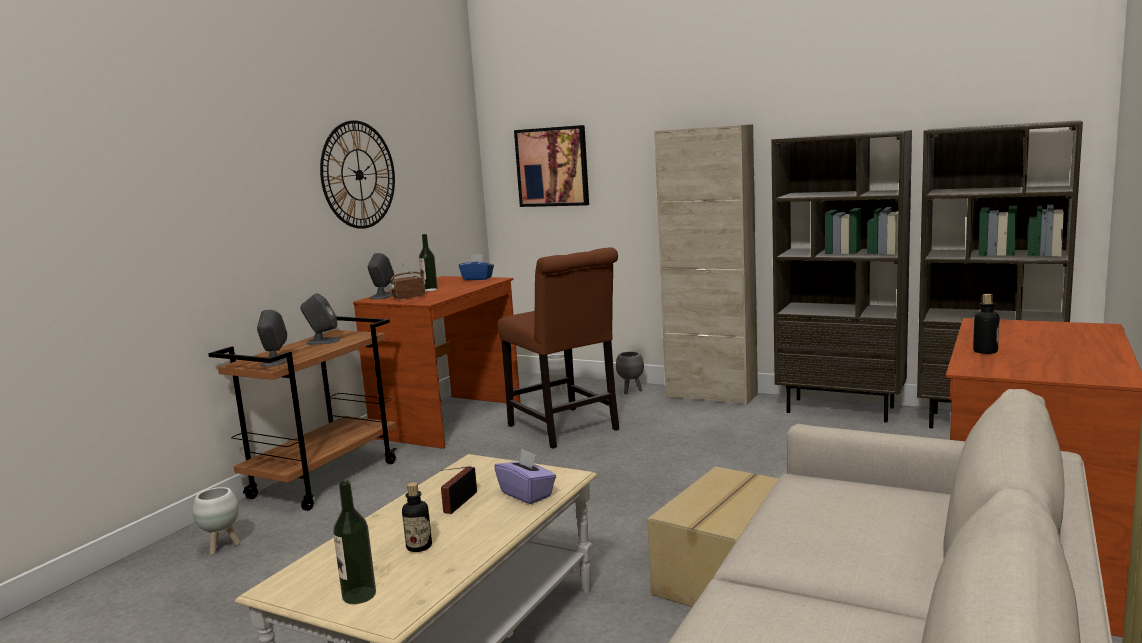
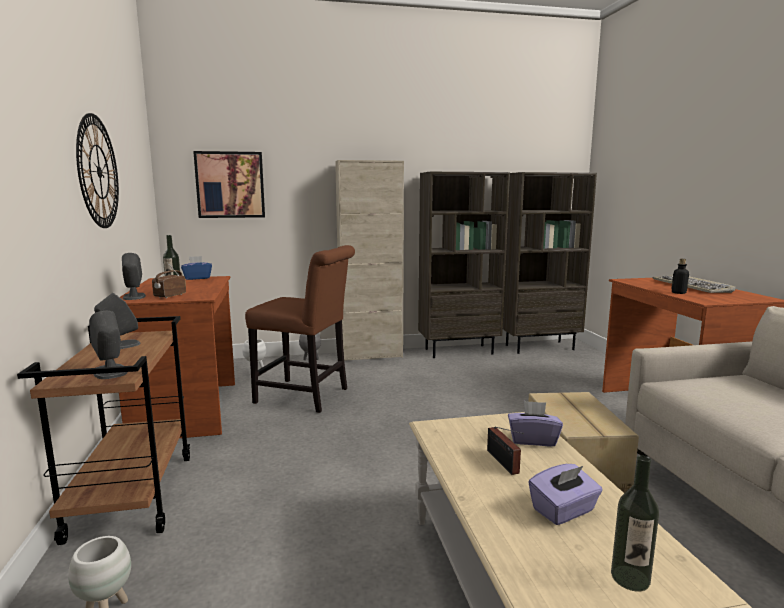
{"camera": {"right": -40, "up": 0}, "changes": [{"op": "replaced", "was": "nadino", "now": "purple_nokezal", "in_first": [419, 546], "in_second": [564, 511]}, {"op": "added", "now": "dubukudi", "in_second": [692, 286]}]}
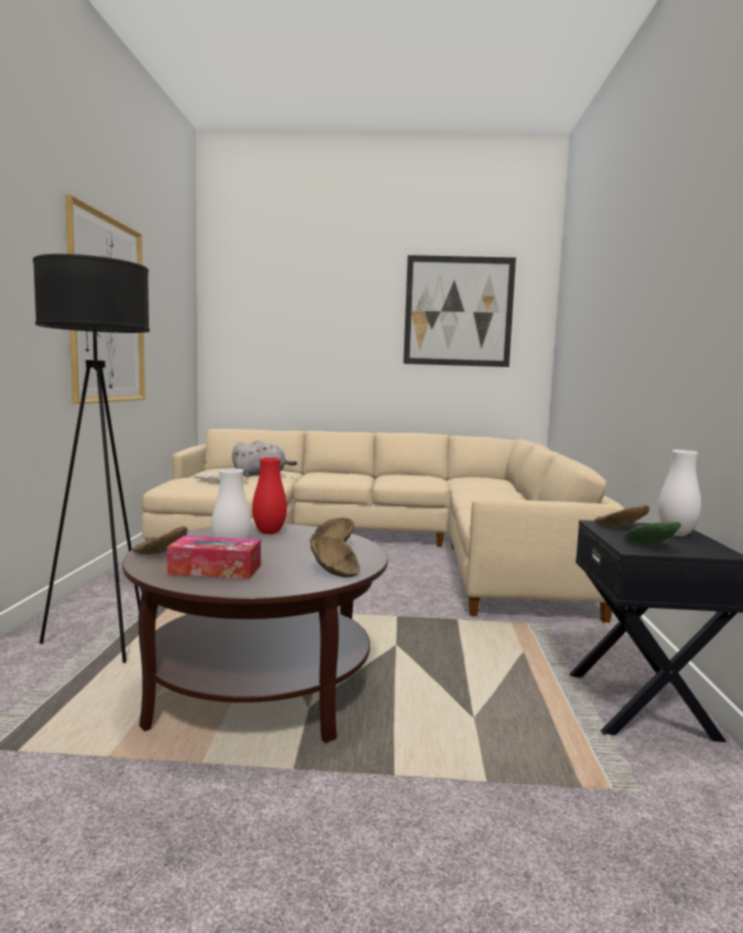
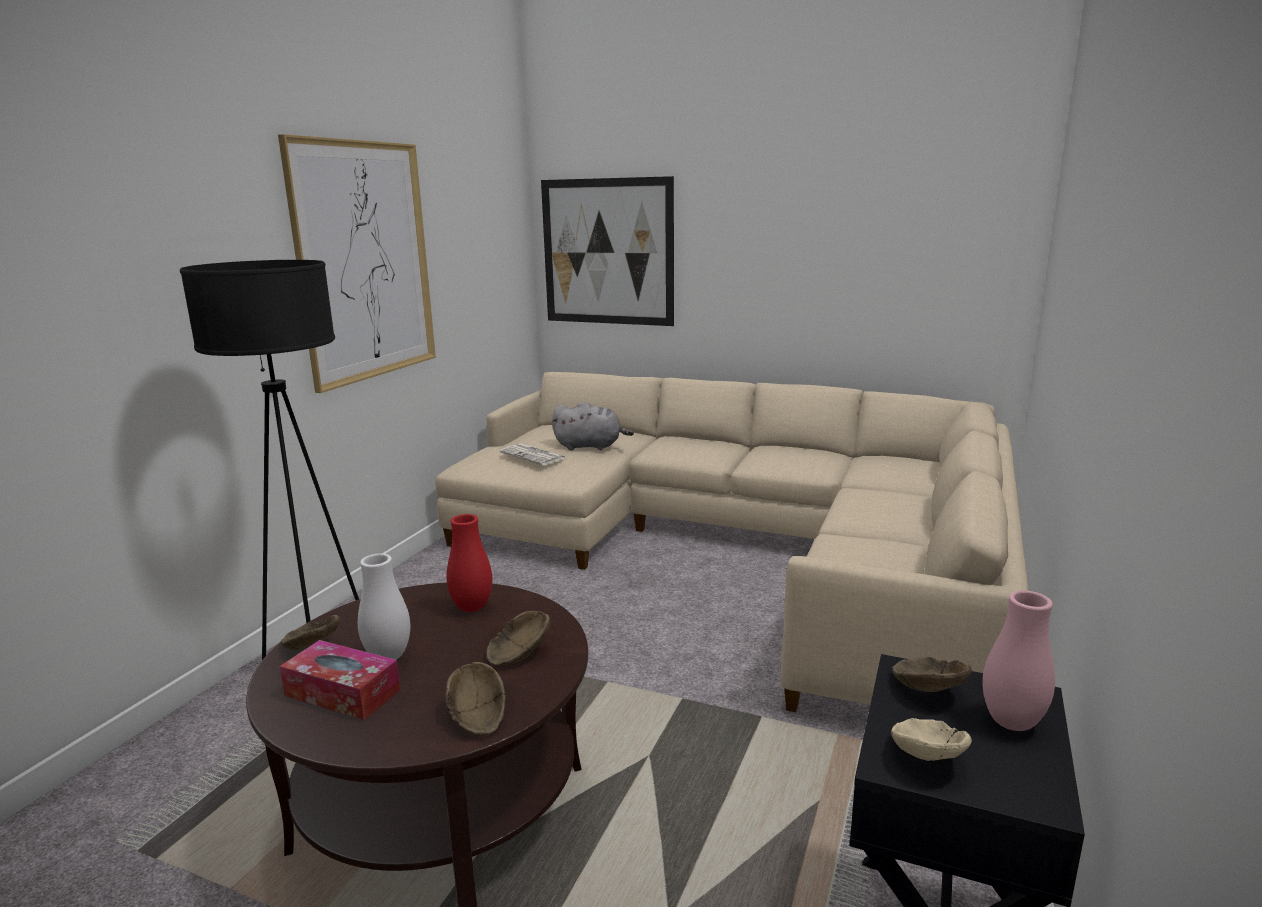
{"camera": {"right": 20, "up": 10}, "changes": [{"op": "moved", "was": "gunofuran", "in_first": [458, 311], "in_second": [607, 252]}, {"op": "recoloured", "was": "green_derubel", "now": "beige_derubel", "in_first": [648, 545], "in_second": [926, 755]}, {"op": "recoloured", "was": "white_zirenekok", "now": "pink_zirenekok", "in_first": [676, 534], "in_second": [1011, 722]}]}
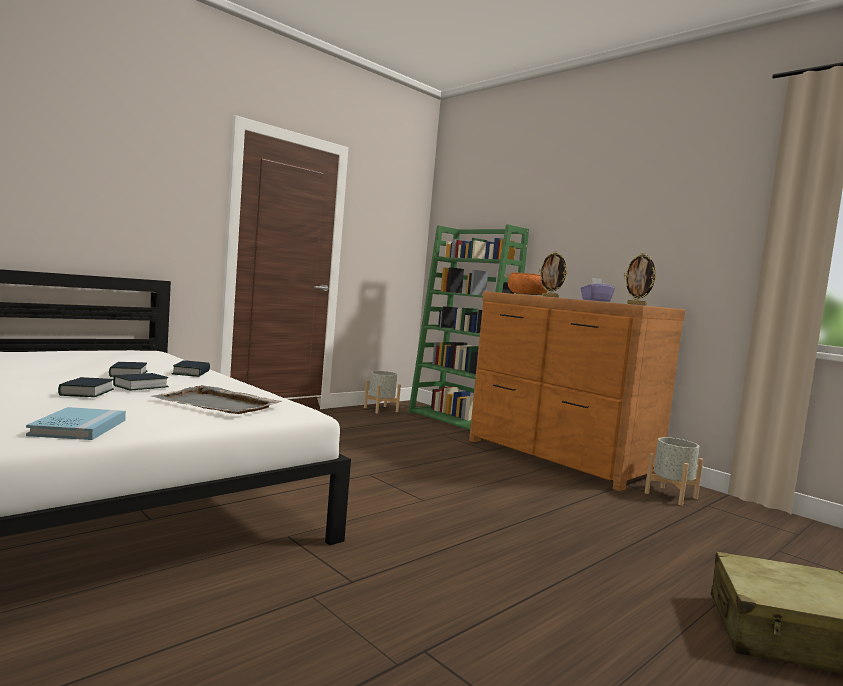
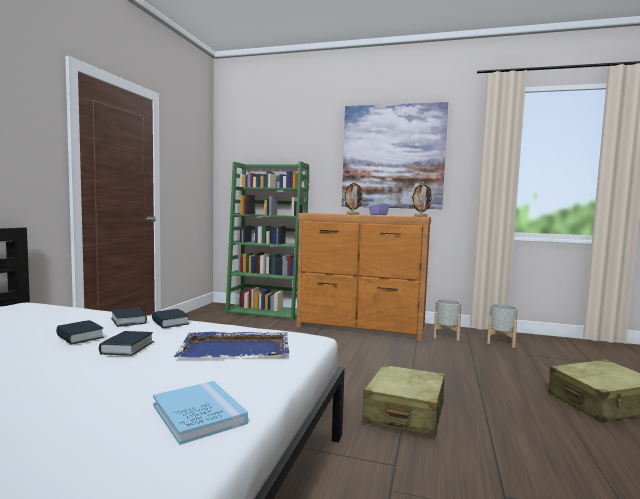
{"camera": {"right": -30, "up": 0}, "changes": [{"op": "moved", "was": "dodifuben", "in_first": [86, 392], "in_second": [170, 322]}, {"op": "recoloured", "was": "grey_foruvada", "now": "blue_foruvada", "in_first": [218, 404], "in_second": [236, 348]}, {"op": "moved", "was": "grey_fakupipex", "in_first": [381, 409], "in_second": [501, 342]}, {"op": "removed", "was": "orange_derubel", "in_first": [527, 294]}, {"op": "added", "now": "gunofuran", "in_second": [392, 157]}, {"op": "added", "now": "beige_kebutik", "in_second": [404, 414]}]}
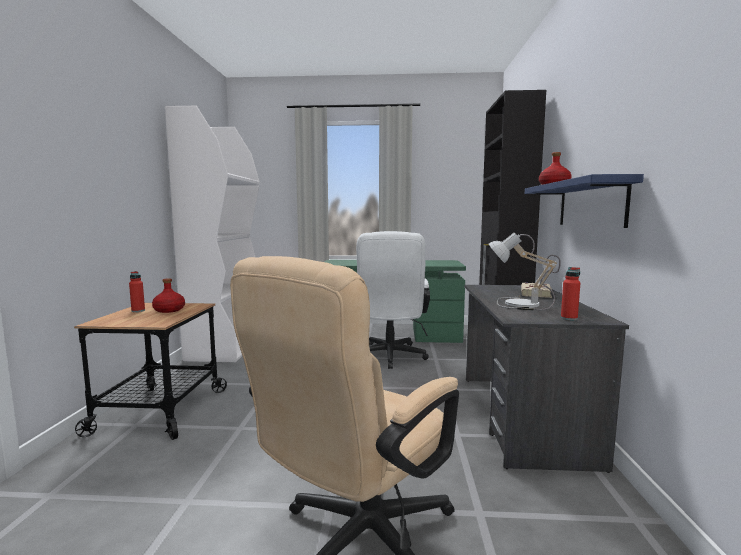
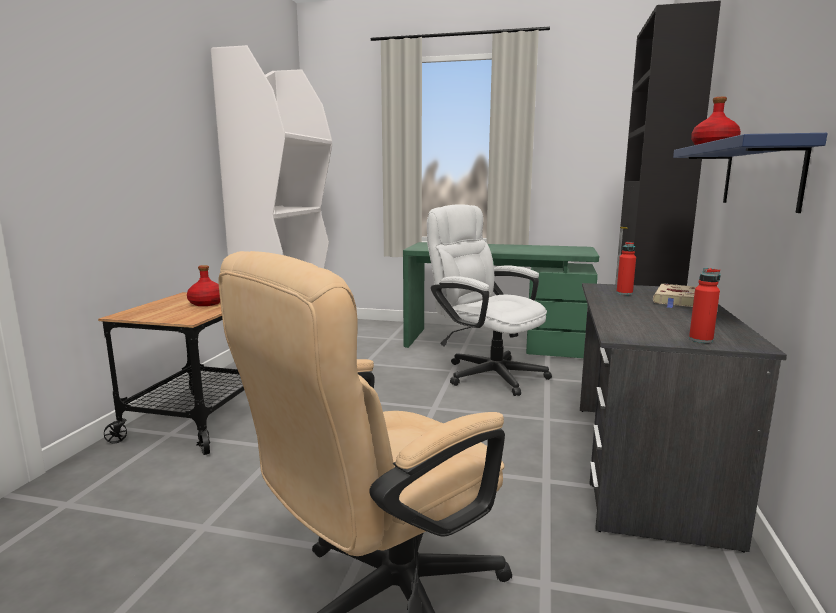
{"camera": {"right": 10, "up": 5}, "changes": [{"op": "moved", "was": "red_nadino", "in_first": [138, 311], "in_second": [624, 293]}, {"op": "turned", "was": "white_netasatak", "in_first": [389, 357], "in_second": [486, 373], "clockwise": 120}, {"op": "removed", "was": "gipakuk", "in_first": [519, 304]}]}
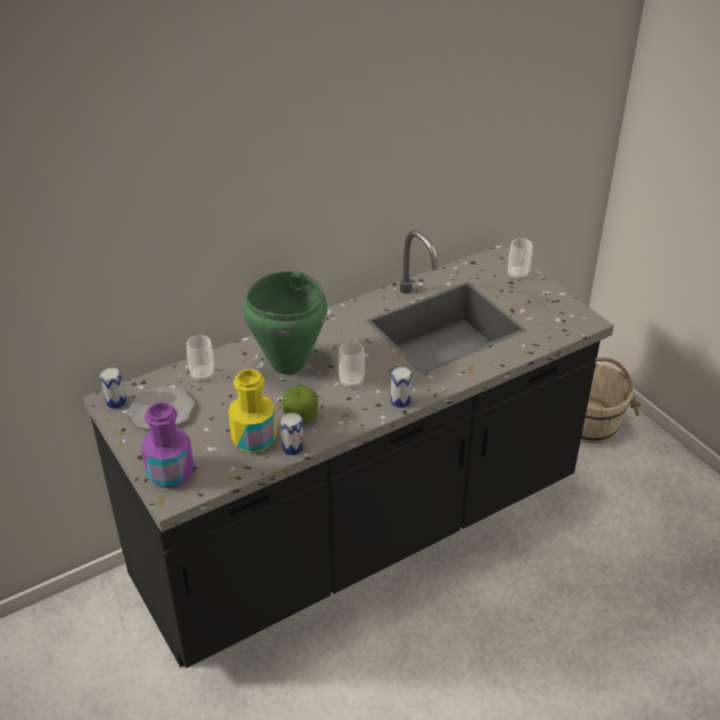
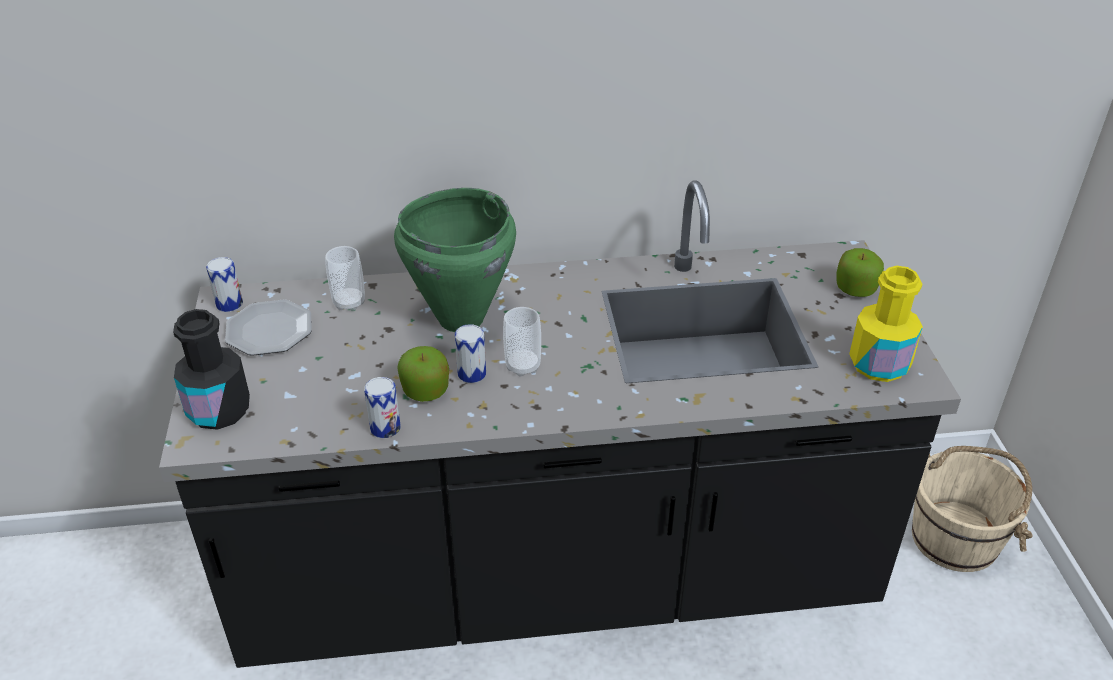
{"camera": {"right": 25, "up": 0}, "changes": [{"op": "recoloured", "was": "purple_nadino", "now": "black_nadino", "in_first": [170, 473], "in_second": [219, 410]}, {"op": "moved", "was": "yellow_nadino", "in_first": [254, 439], "in_second": [879, 364]}, {"op": "moved", "was": "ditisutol", "in_first": [400, 401], "in_second": [472, 374]}, {"op": "replaced", "was": "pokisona", "now": "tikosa", "in_first": [518, 275], "in_second": [856, 288]}]}
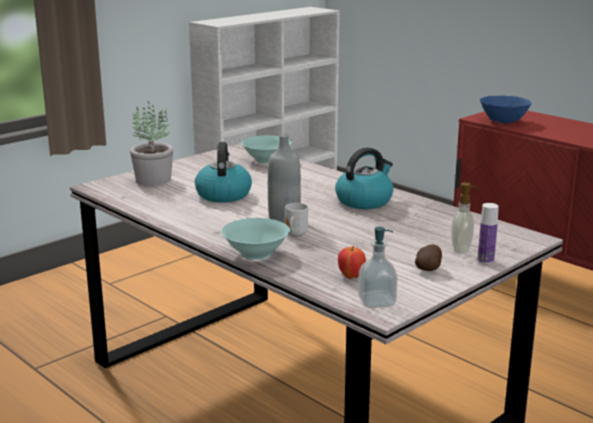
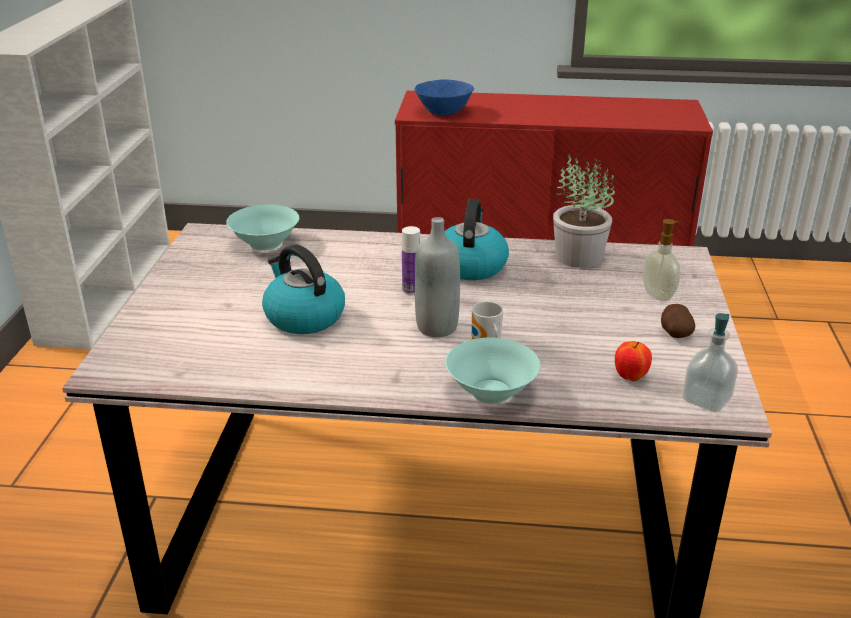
{"camera": {"right": -40, "up": 10}, "changes": [{"op": "moved", "was": "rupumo", "in_first": [152, 179], "in_second": [577, 256]}, {"op": "moved", "was": "nadino", "in_first": [485, 260], "in_second": [411, 290]}]}
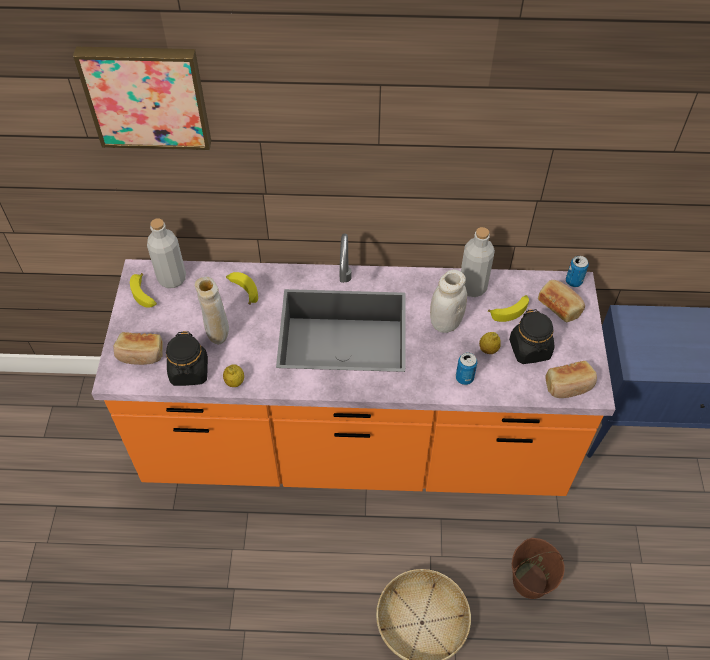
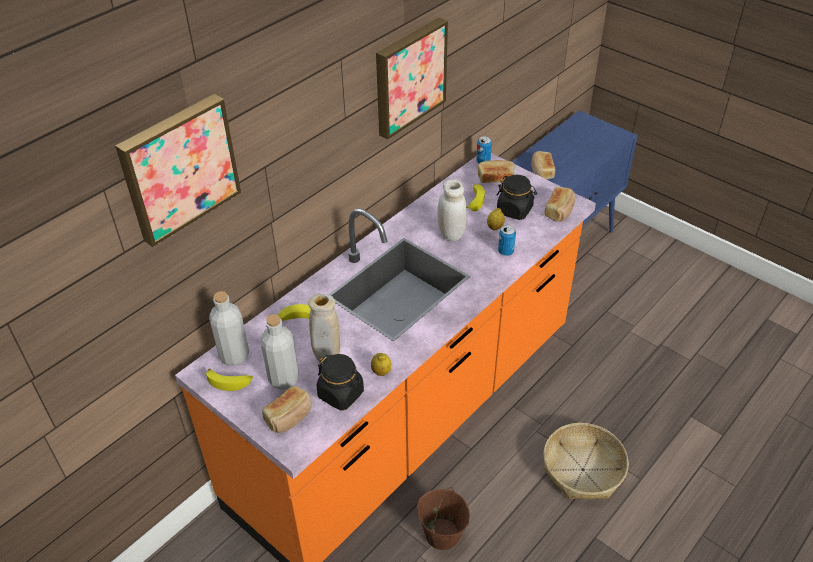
{"camera": {"right": -50, "up": -10}, "changes": [{"op": "moved", "was": "grey_nadino", "in_first": [472, 287], "in_second": [283, 378]}, {"op": "moved", "was": "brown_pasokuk", "in_first": [530, 580], "in_second": [442, 534]}, {"op": "added", "now": "gunofuran", "in_second": [408, 76]}, {"op": "added", "now": "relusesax", "in_second": [541, 171]}]}
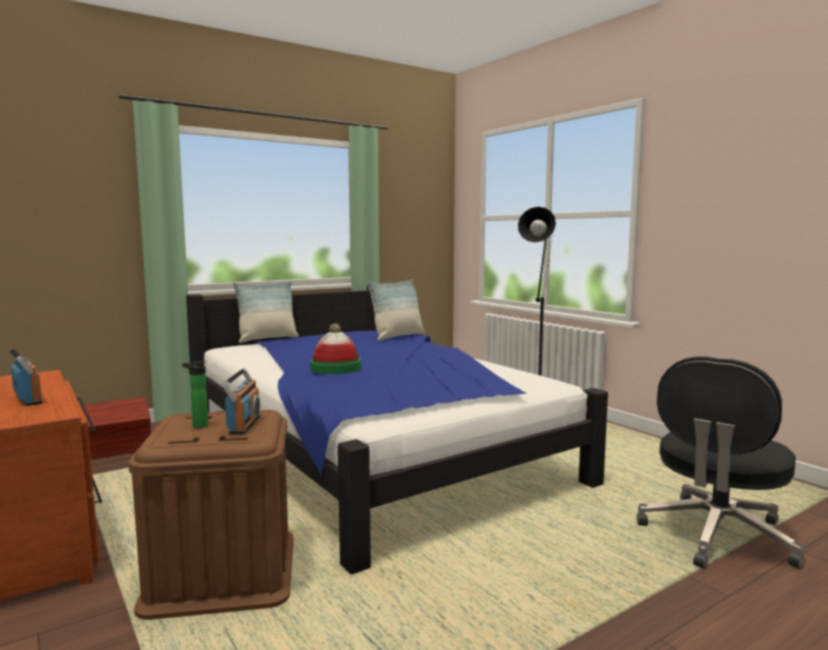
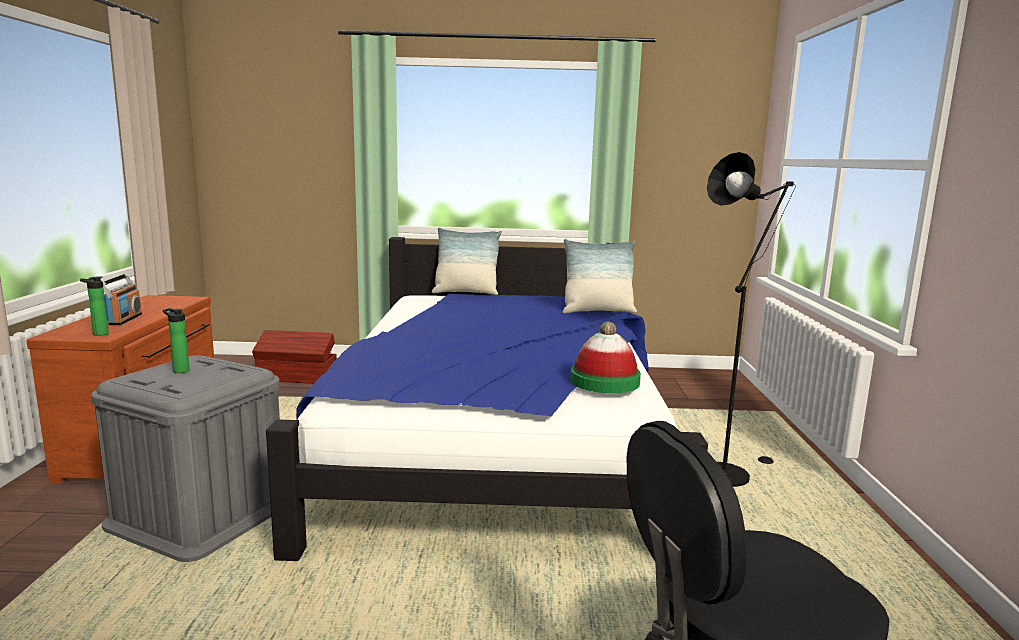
{"camera": {"right": 35, "up": 5}, "changes": [{"op": "recoloured", "was": "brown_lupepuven", "now": "grey_lupepuven", "in_first": [222, 572], "in_second": [200, 514]}, {"op": "removed", "was": "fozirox", "in_first": [244, 425]}, {"op": "moved", "was": "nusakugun", "in_first": [335, 368], "in_second": [604, 381]}, {"op": "added", "now": "nadino", "in_second": [98, 334]}]}
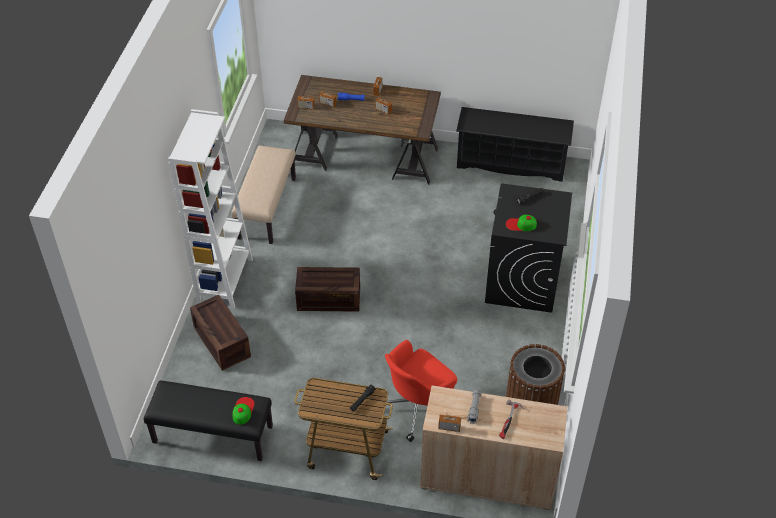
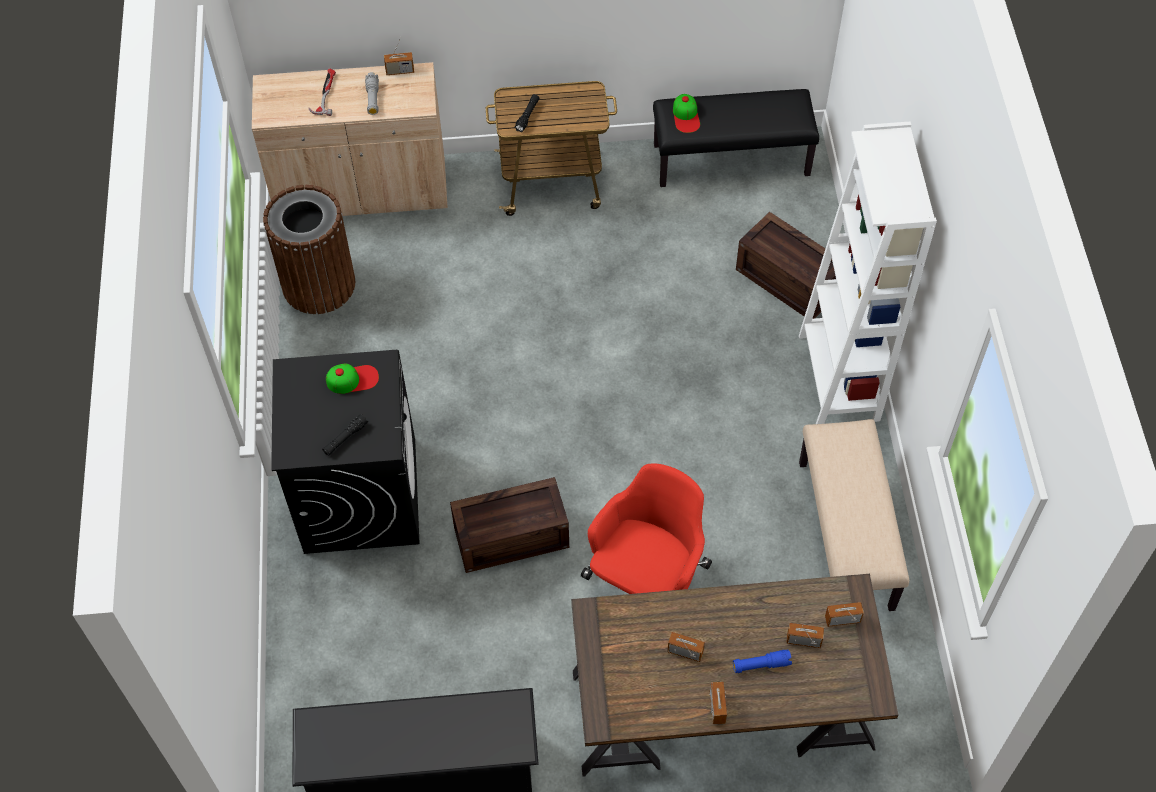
{"camera": {"right": 165, "up": 10}, "changes": [{"op": "moved", "was": "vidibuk", "in_first": [327, 300], "in_second": [512, 535]}, {"op": "moved", "was": "red_netasatak", "in_first": [418, 407], "in_second": [647, 584]}]}
